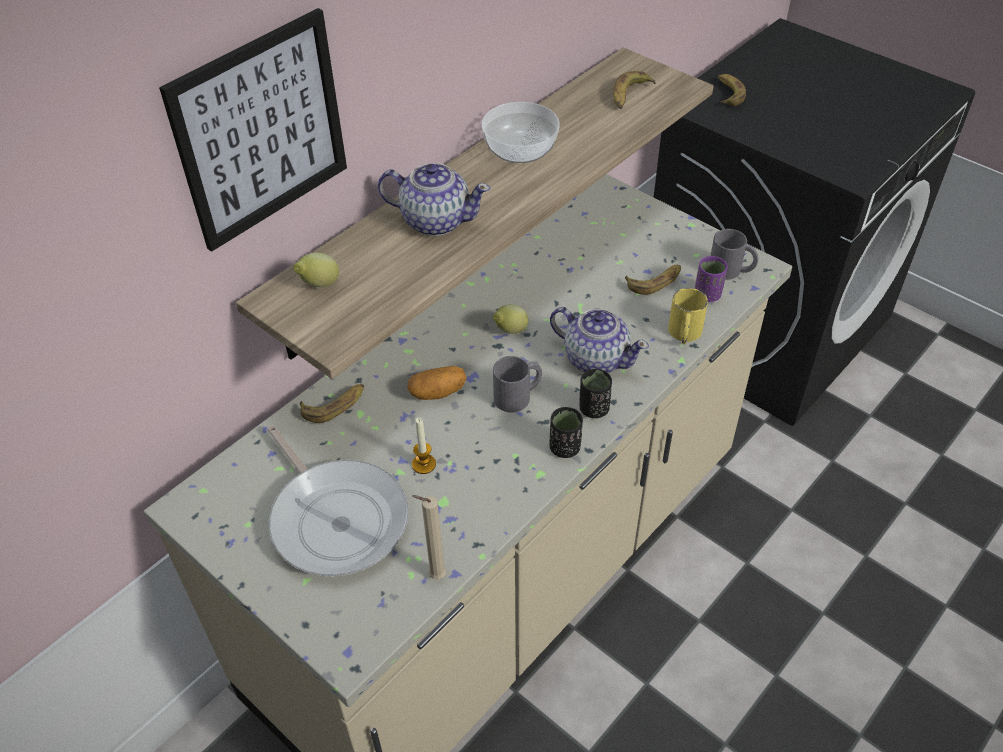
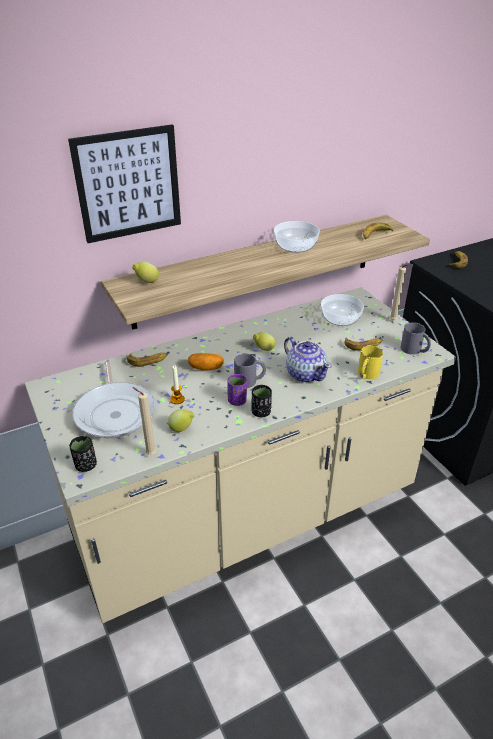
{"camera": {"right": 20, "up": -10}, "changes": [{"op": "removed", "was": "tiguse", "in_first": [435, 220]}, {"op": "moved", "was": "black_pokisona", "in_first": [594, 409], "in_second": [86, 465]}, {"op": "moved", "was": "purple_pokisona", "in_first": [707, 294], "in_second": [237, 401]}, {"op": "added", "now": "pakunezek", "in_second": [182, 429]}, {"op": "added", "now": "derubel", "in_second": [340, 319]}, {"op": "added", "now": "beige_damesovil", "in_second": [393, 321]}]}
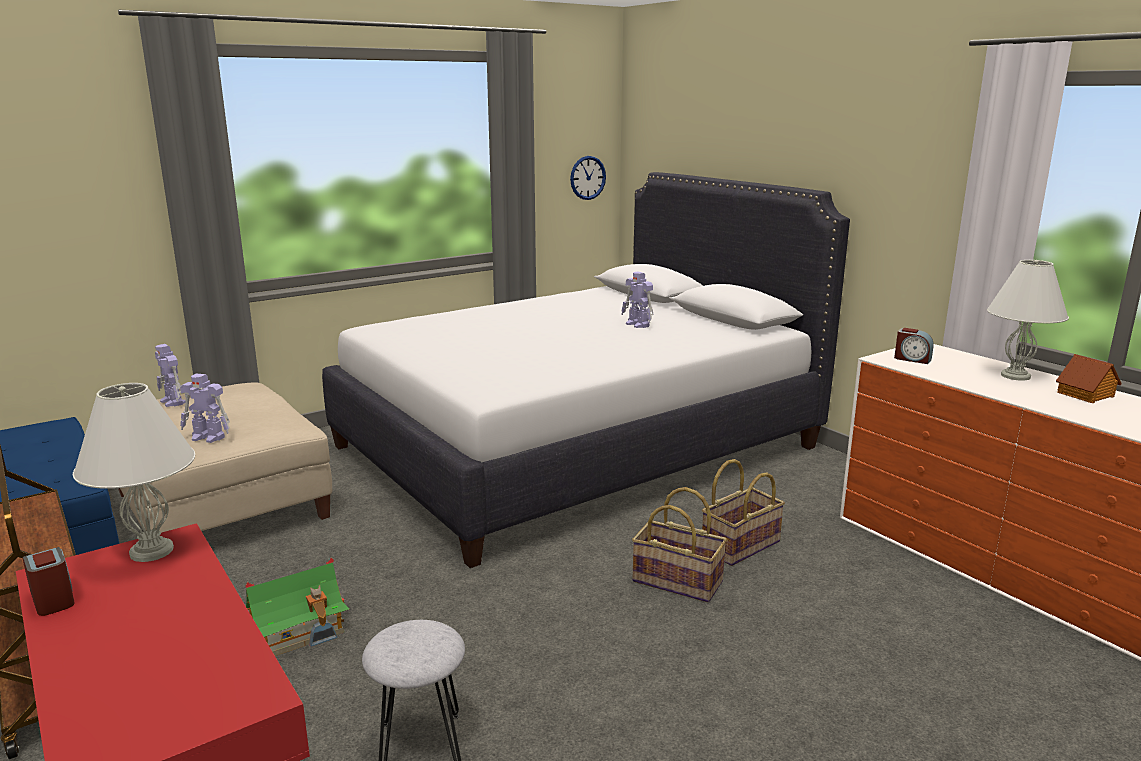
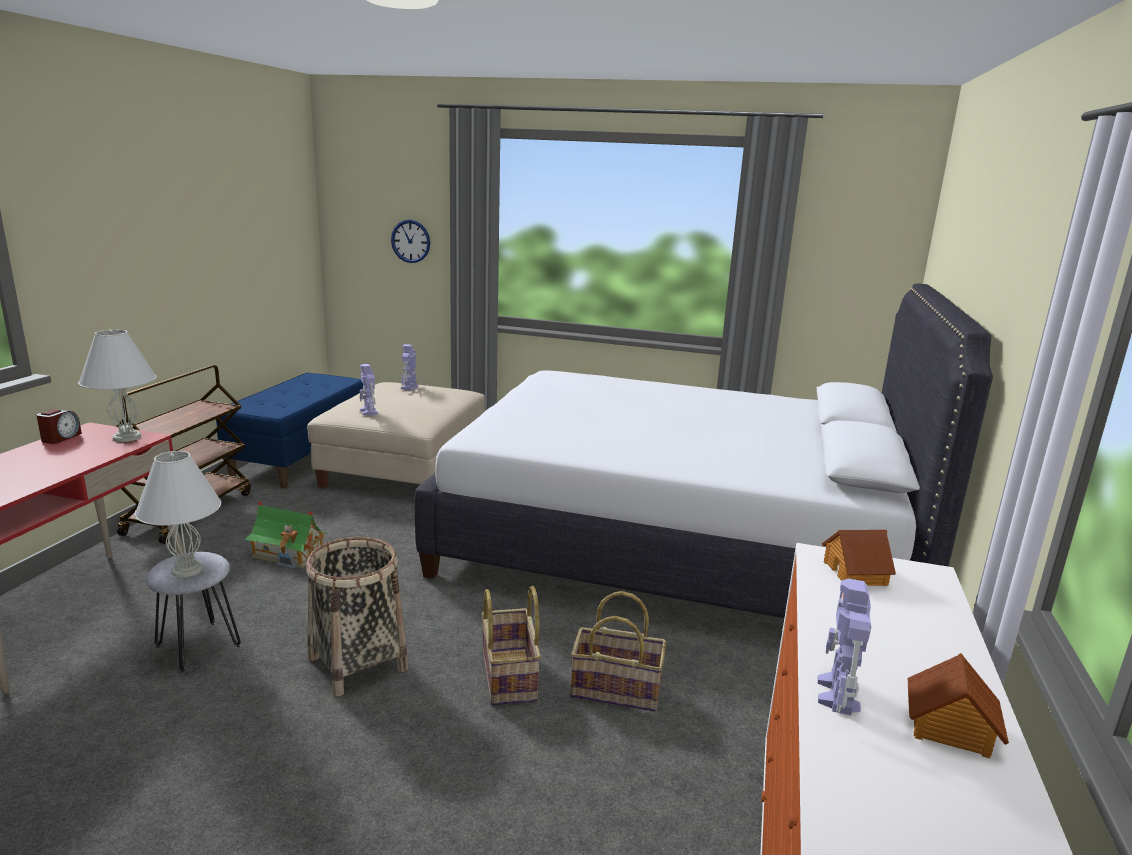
{"camera": {"right": 50, "up": 0}, "changes": [{"op": "moved", "was": "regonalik", "in_first": [587, 178], "in_second": [410, 241]}, {"op": "moved", "was": "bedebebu", "in_first": [638, 325], "in_second": [838, 695]}, {"op": "replaced", "was": "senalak", "now": "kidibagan", "in_first": [912, 359], "in_second": [856, 573]}, {"op": "moved", "was": "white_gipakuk", "in_first": [1015, 375], "in_second": [188, 569]}, {"op": "added", "now": "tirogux", "in_second": [358, 663]}]}
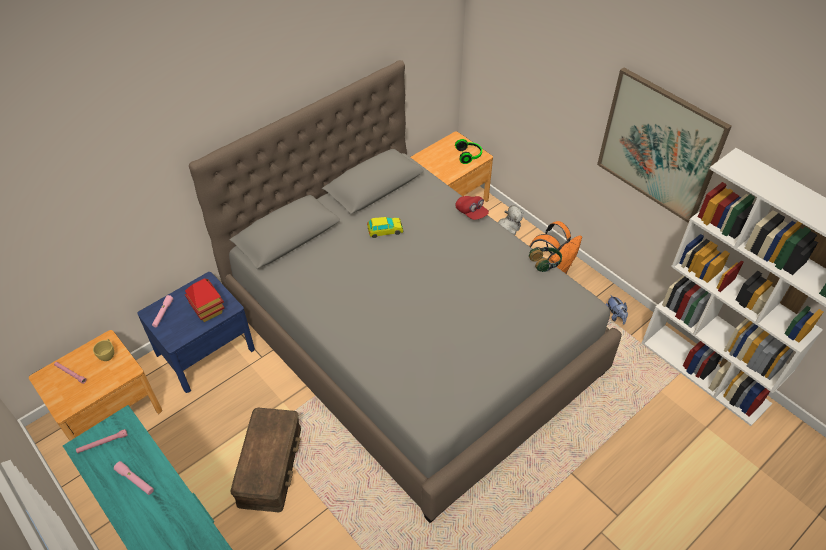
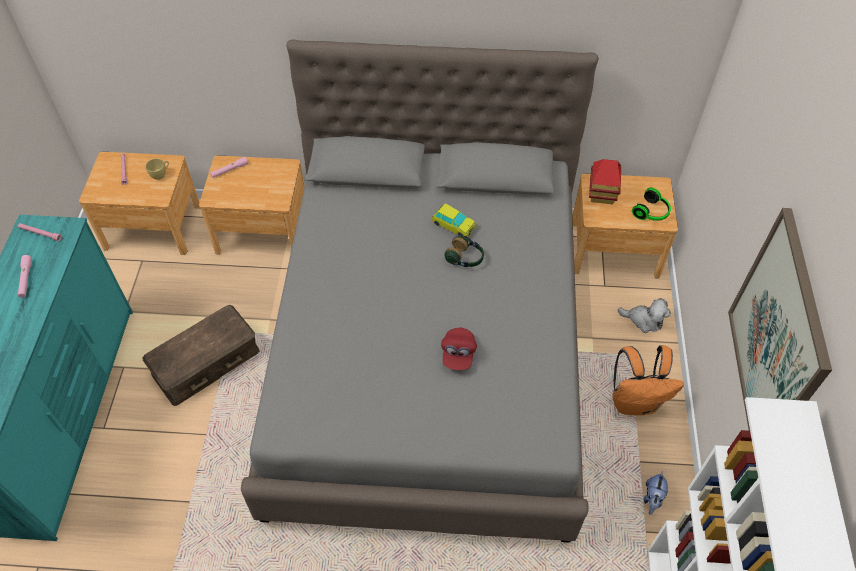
{"camera": {"right": 45, "up": 5}, "changes": [{"op": "recoloured", "was": "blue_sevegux", "now": "brown_sevegux", "in_first": [205, 351], "in_second": [262, 230]}, {"op": "moved", "was": "kidibagan", "in_first": [208, 310], "in_second": [601, 194]}, {"op": "moved", "was": "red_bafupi", "in_first": [471, 213], "in_second": [458, 354]}, {"op": "moved", "was": "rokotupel", "in_first": [545, 263], "in_second": [465, 258]}]}
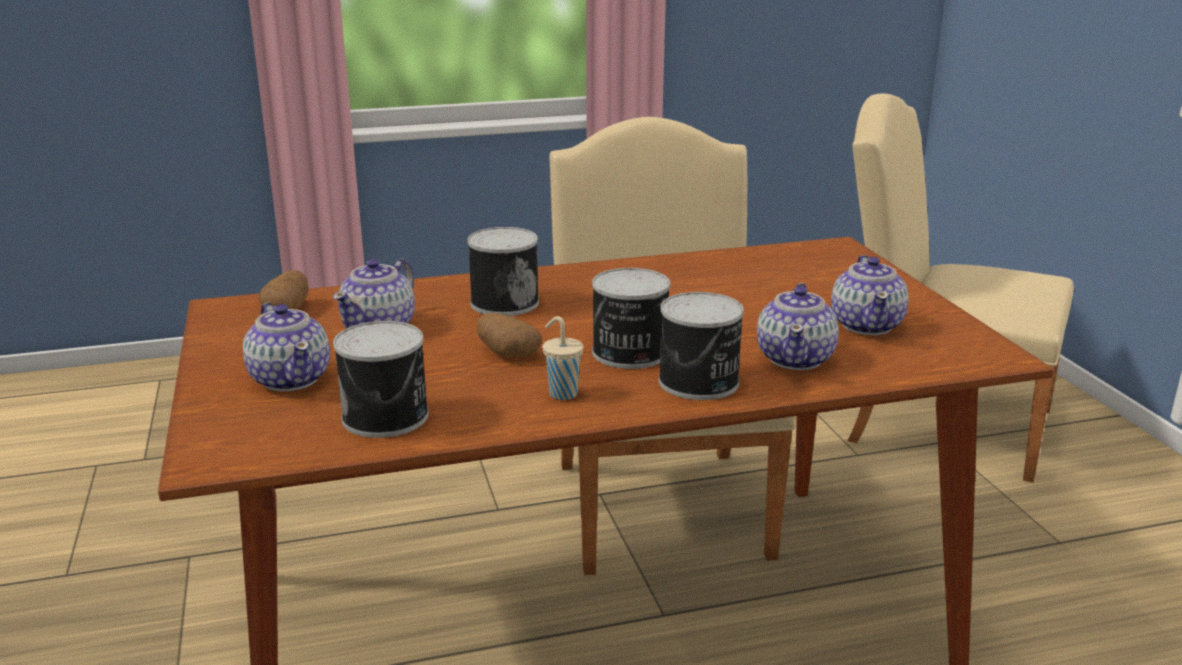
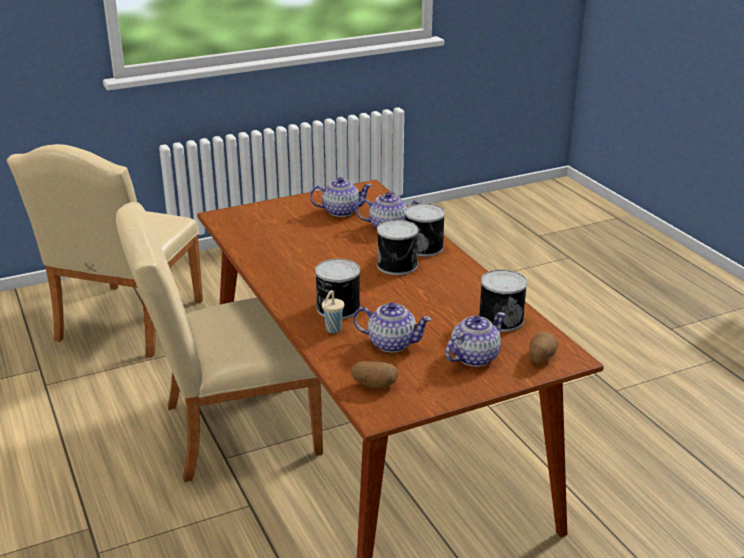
{"camera": {"right": -100, "up": 5}, "changes": [{"op": "moved", "was": "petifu", "in_first": [507, 354], "in_second": [540, 358]}, {"op": "moved", "was": "beige_pokisona", "in_first": [562, 393], "in_second": [332, 330]}]}
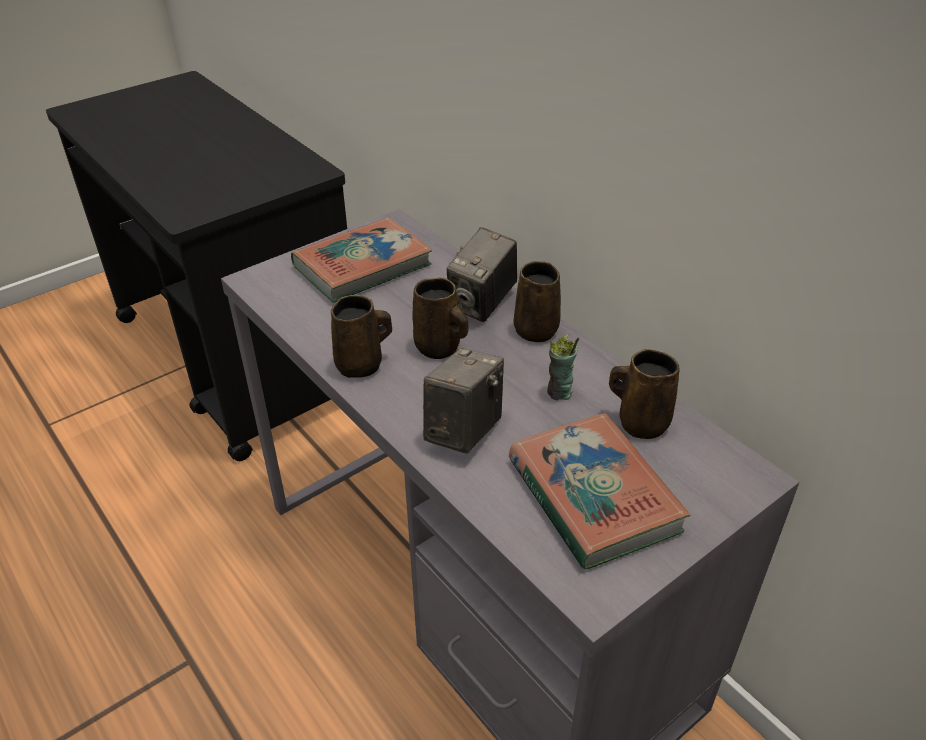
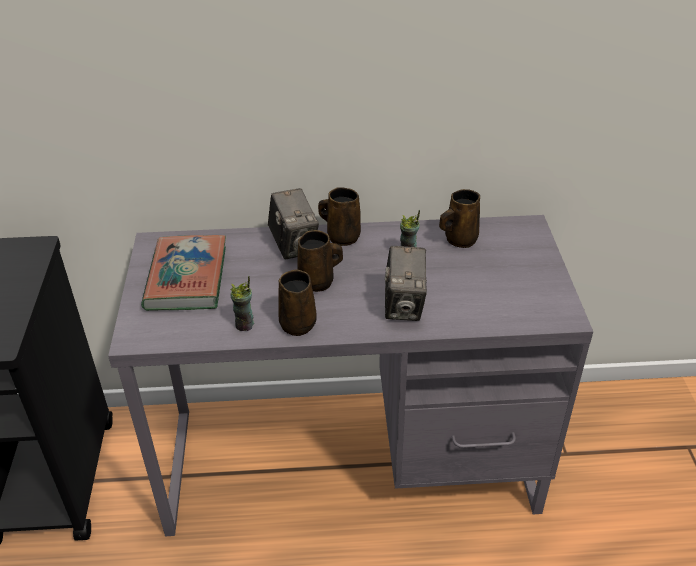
{"camera": {"right": -55, "up": 0}, "changes": [{"op": "turned", "was": "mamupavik", "in_first": [464, 430], "in_second": [404, 306], "clockwise": -150}, {"op": "removed", "was": "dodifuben", "in_first": [593, 496]}, {"op": "added", "now": "pokisona", "in_second": [245, 325]}]}
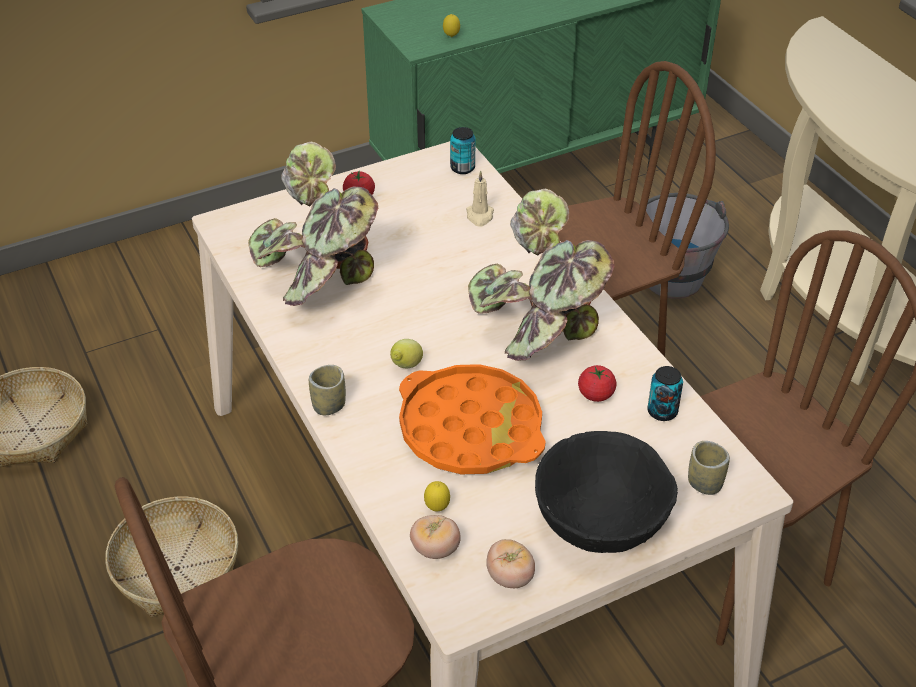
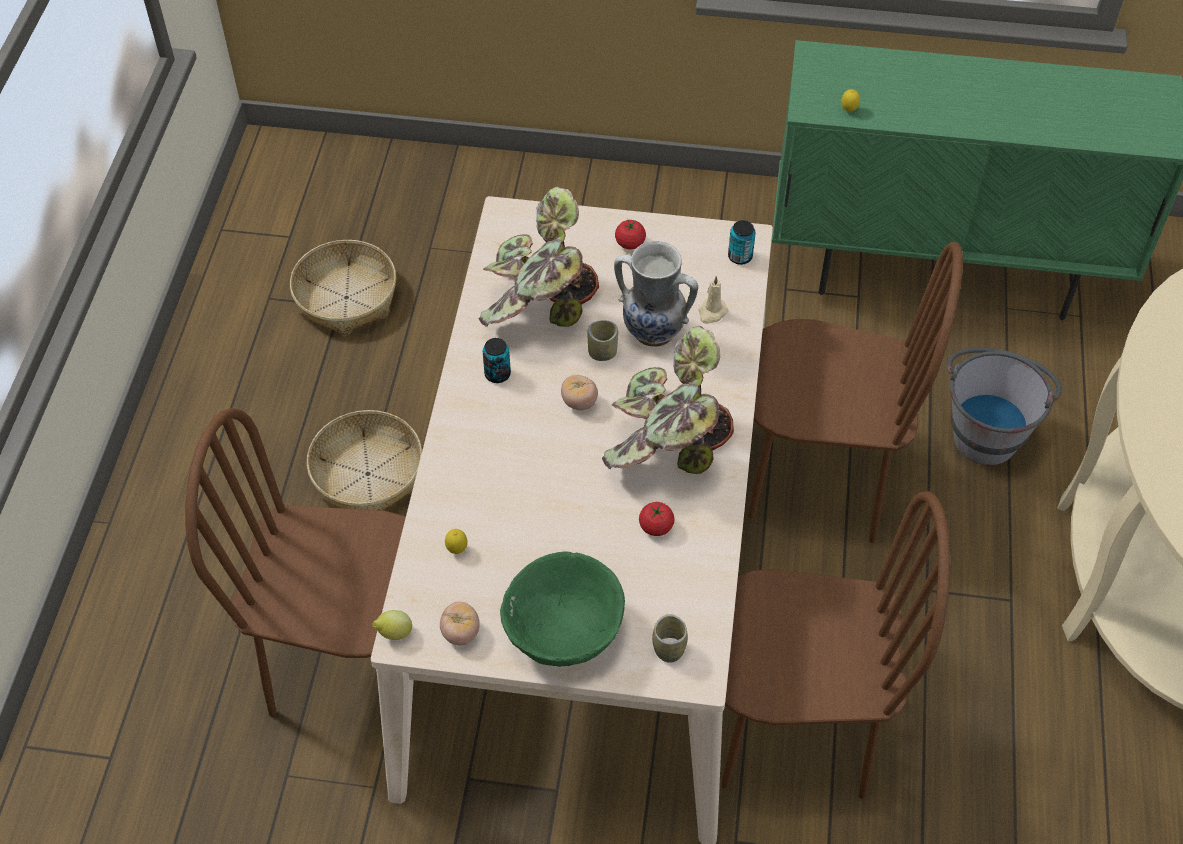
{"camera": {"right": 35, "up": 10}, "changes": [{"op": "moved", "was": "pokisona", "in_first": [329, 405], "in_second": [602, 352]}, {"op": "moved", "was": "pakunezek", "in_first": [405, 366], "in_second": [394, 633]}, {"op": "removed", "was": "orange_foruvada", "in_first": [470, 429]}, {"op": "moved", "was": "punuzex", "in_first": [435, 549], "in_second": [579, 402]}, {"op": "recoloured", "was": "black_derubel", "now": "green_derubel", "in_first": [599, 520], "in_second": [562, 629]}, {"op": "moved", "was": "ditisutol", "in_first": [662, 411], "in_second": [497, 374]}, {"op": "added", "now": "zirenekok", "in_second": [653, 332]}]}
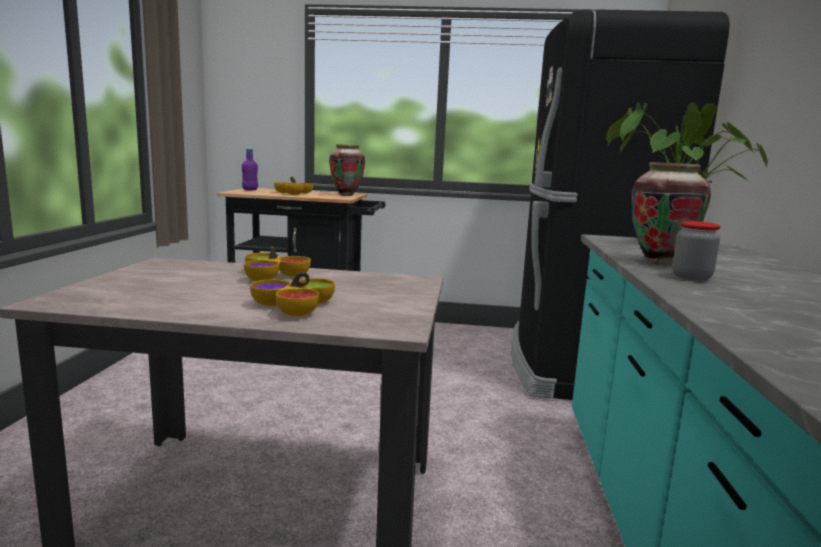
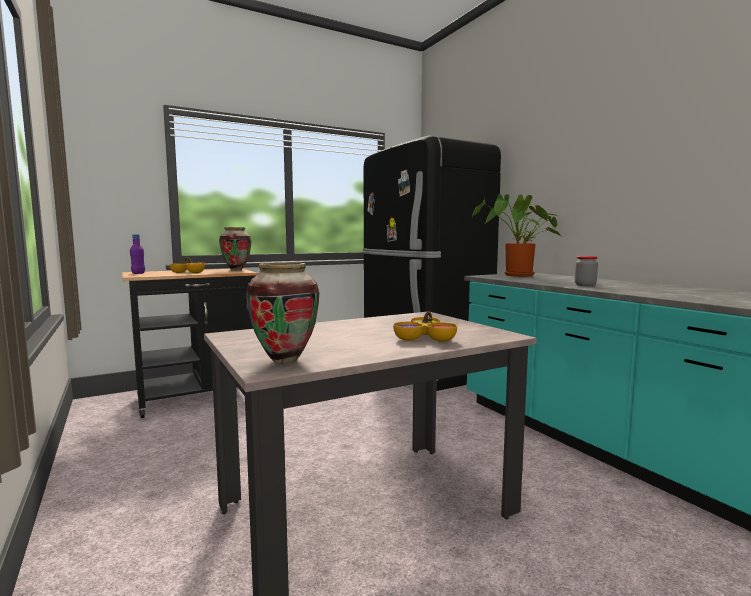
{"camera": {"right": -35, "up": -5}, "changes": [{"op": "removed", "was": "derubel", "in_first": [272, 276]}, {"op": "moved", "was": "zirenekok", "in_first": [660, 262], "in_second": [285, 361]}]}
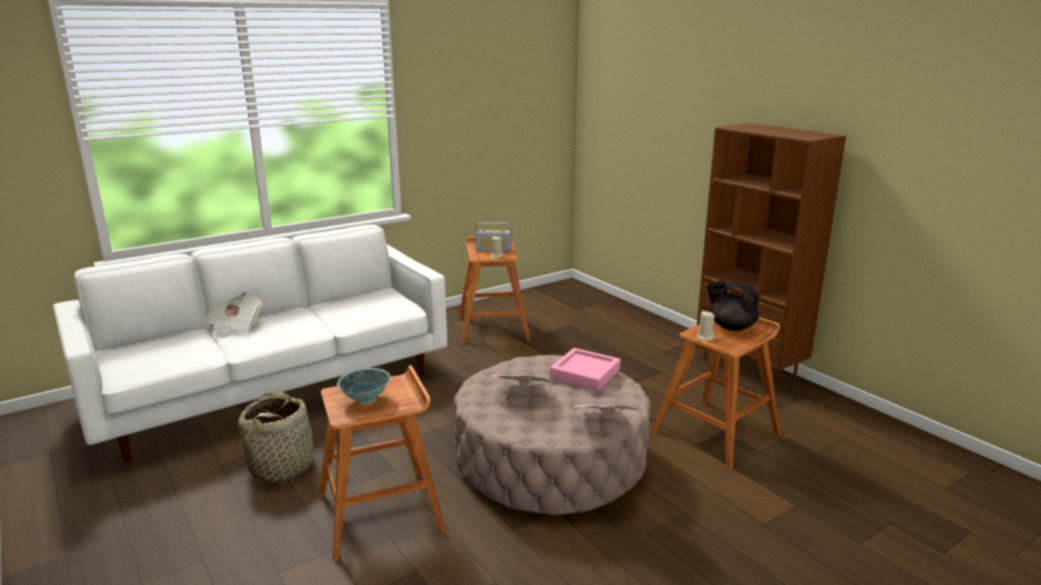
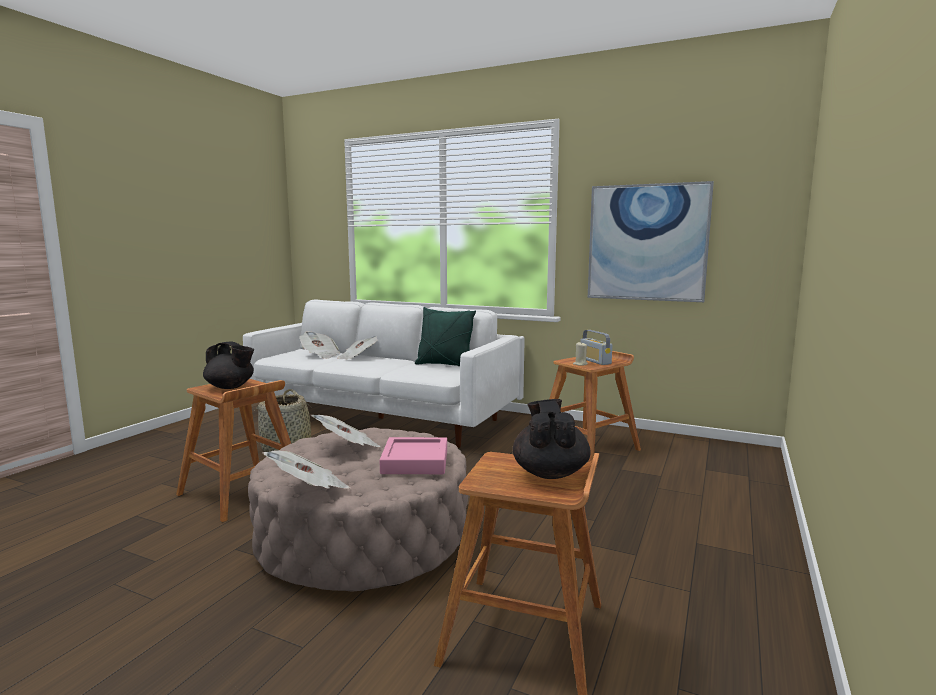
{"camera": {"right": 60, "up": -10}, "changes": [{"op": "replaced", "was": "derubel", "now": "black_tiguse", "in_first": [366, 399], "in_second": [230, 387]}, {"op": "removed", "was": "beige_damesovil", "in_first": [705, 337]}, {"op": "removed", "was": "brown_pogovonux", "in_first": [749, 368]}, {"op": "added", "now": "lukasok", "in_second": [320, 355]}, {"op": "added", "now": "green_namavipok", "in_second": [444, 365]}, {"op": "added", "now": "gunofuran", "in_second": [647, 243]}]}
